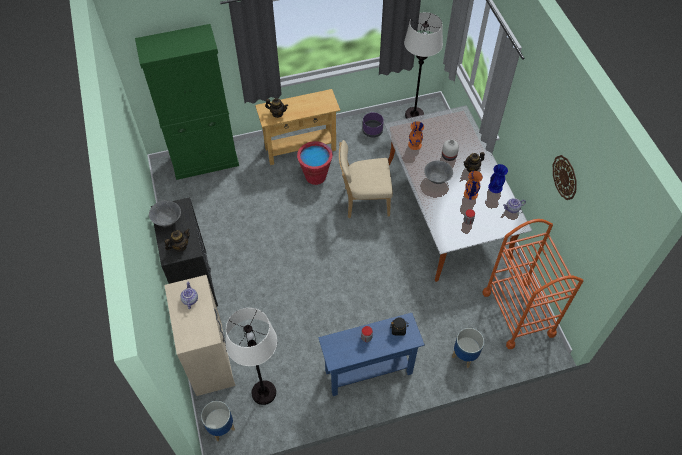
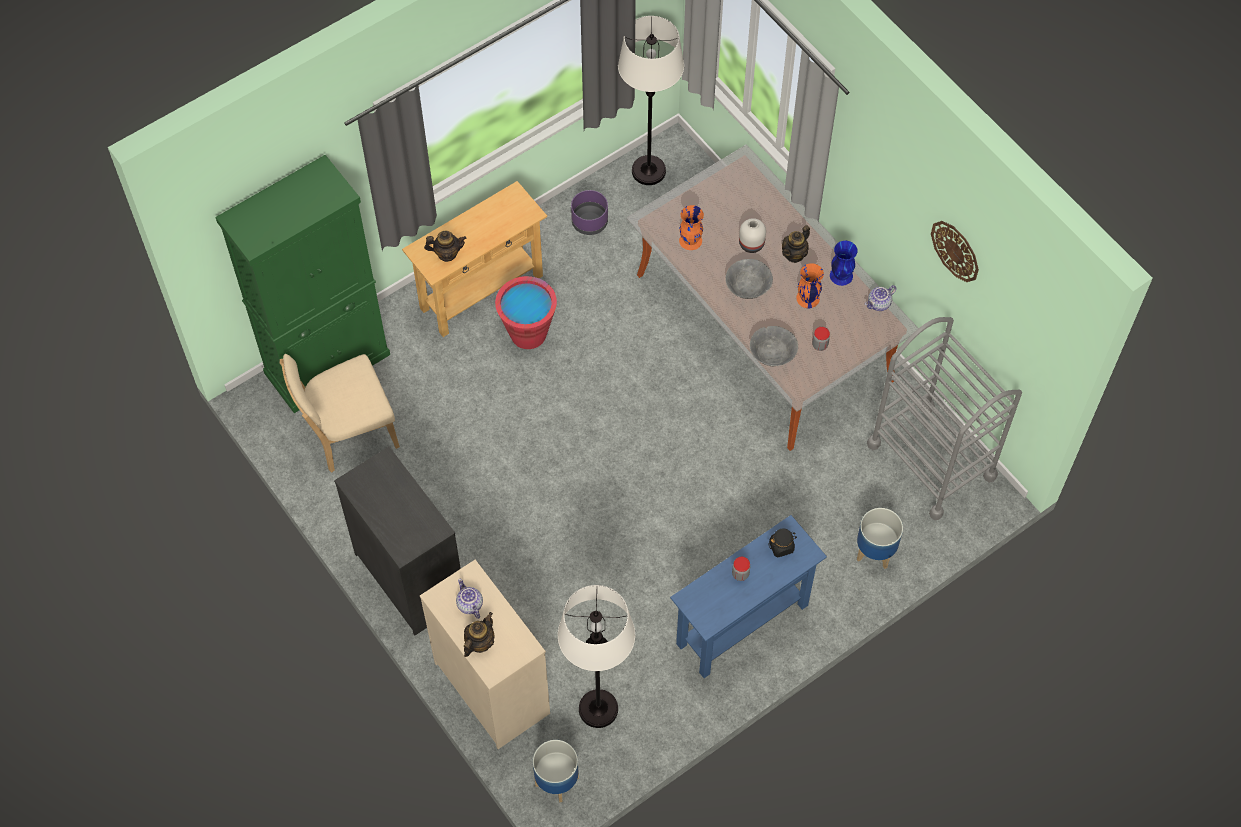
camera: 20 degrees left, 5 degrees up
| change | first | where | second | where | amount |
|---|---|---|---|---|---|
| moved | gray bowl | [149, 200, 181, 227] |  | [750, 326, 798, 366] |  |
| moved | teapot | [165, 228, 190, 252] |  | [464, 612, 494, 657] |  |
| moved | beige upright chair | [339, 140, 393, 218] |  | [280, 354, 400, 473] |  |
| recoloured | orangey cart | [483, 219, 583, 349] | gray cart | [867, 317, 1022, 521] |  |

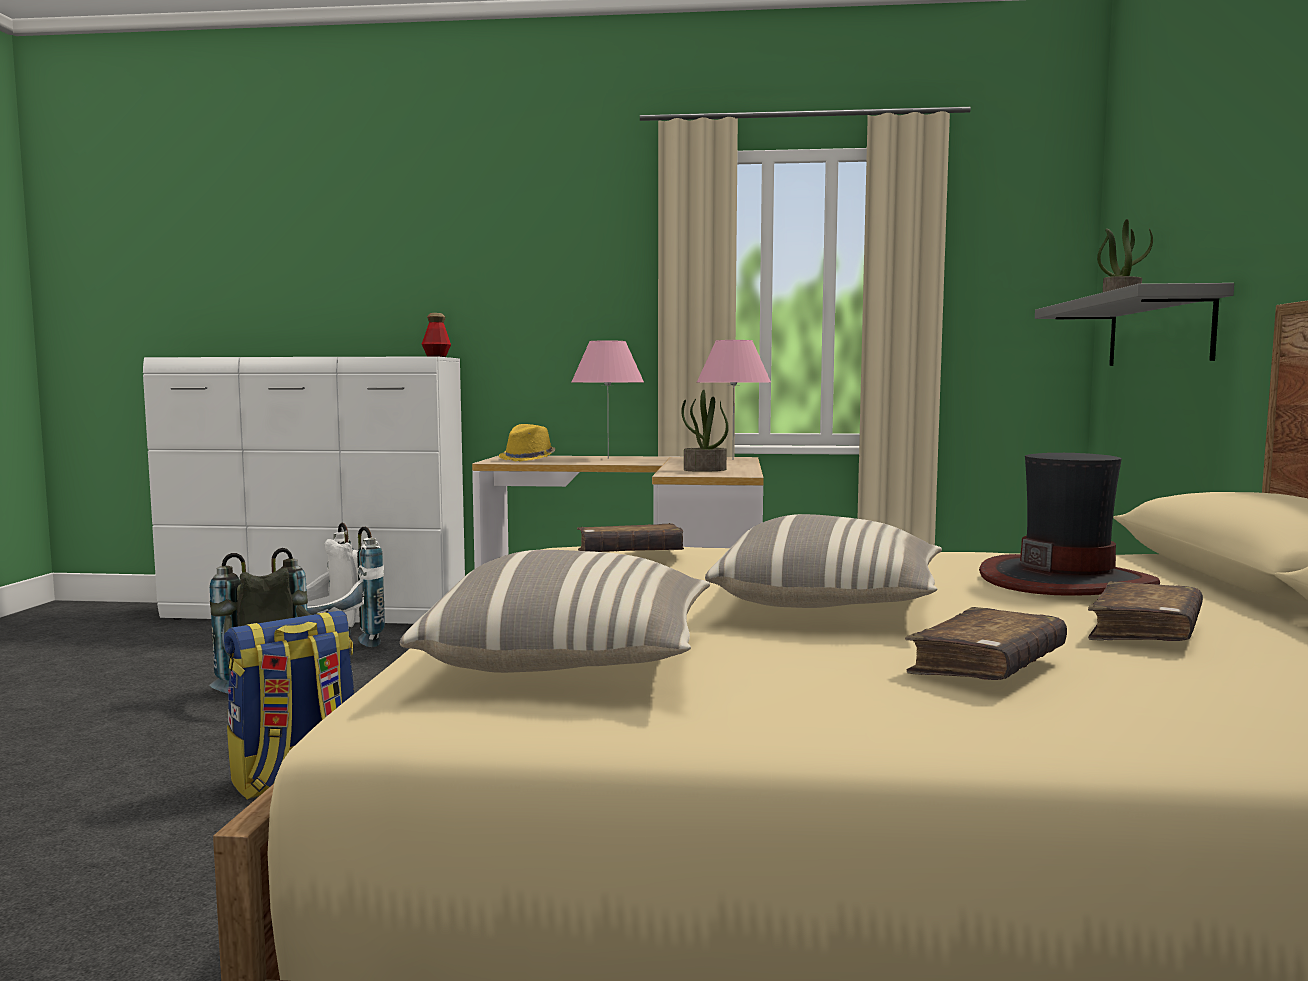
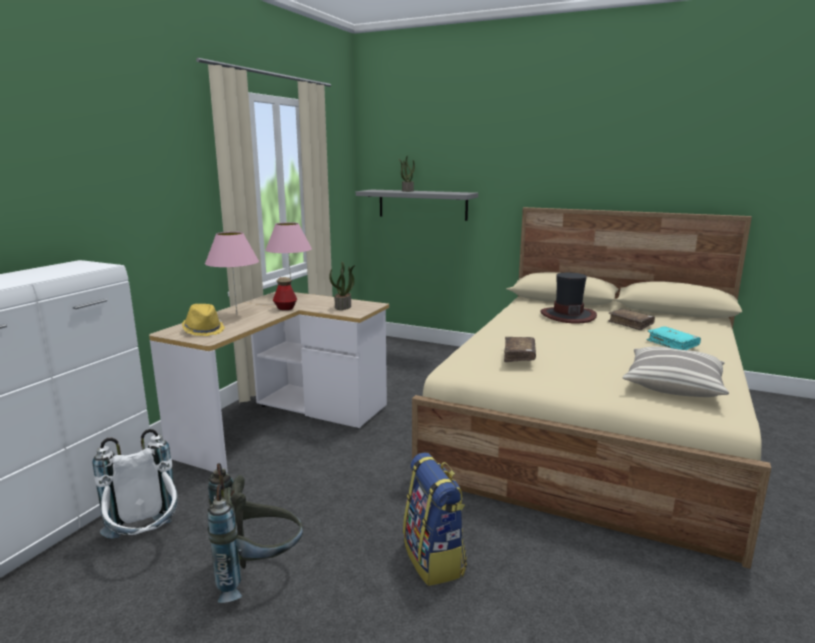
camera: 70 degrees left, 10 degrees up
| change | first | where | second | where | amount |
|---|---|---|---|---|---|
| moved | drink bottle | [422, 313, 451, 357] |  | [273, 277, 297, 310] |  |
| removed | pillow | [705, 514, 942, 608] |  |  |  |
| recoloured | brownish book | [905, 607, 1067, 680] | turquoise-coloured book | [646, 326, 701, 350] |  |

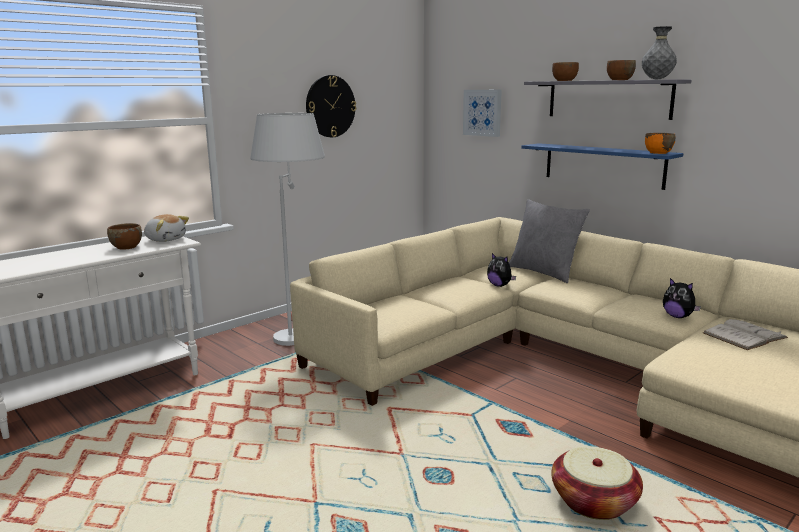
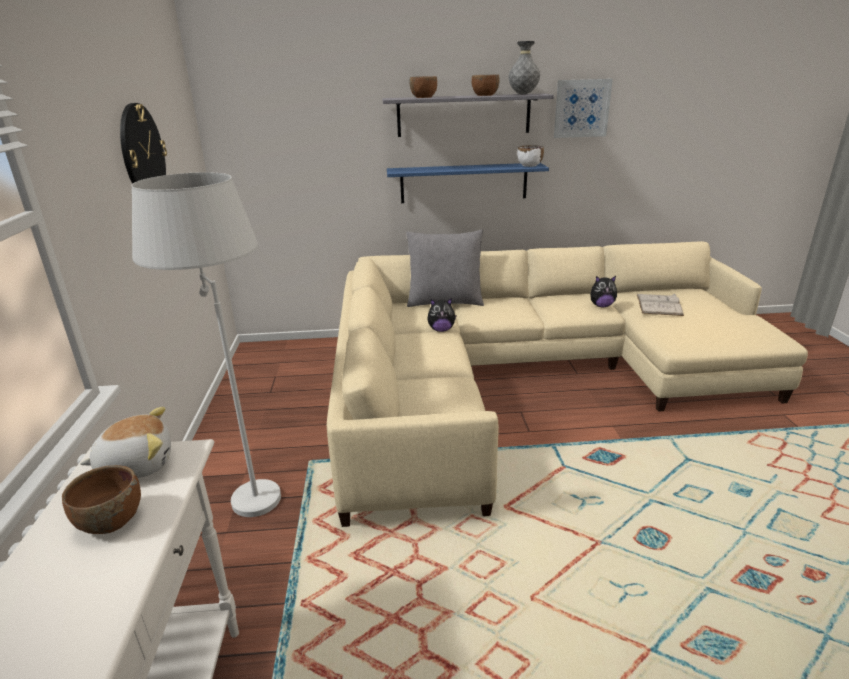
camera: 50 degrees left, 10 degrees up
| change | first | where | second | where | amount |
|---|---|---|---|---|---|
| moved | wall art | [463, 90, 502, 137] |  | [554, 79, 613, 138] |  |
| removed | household basket | [551, 446, 643, 520] |  |  |  |
| recoloured | orangey bowl | [645, 133, 675, 154] | whitish bowl | [517, 145, 544, 167] |  |

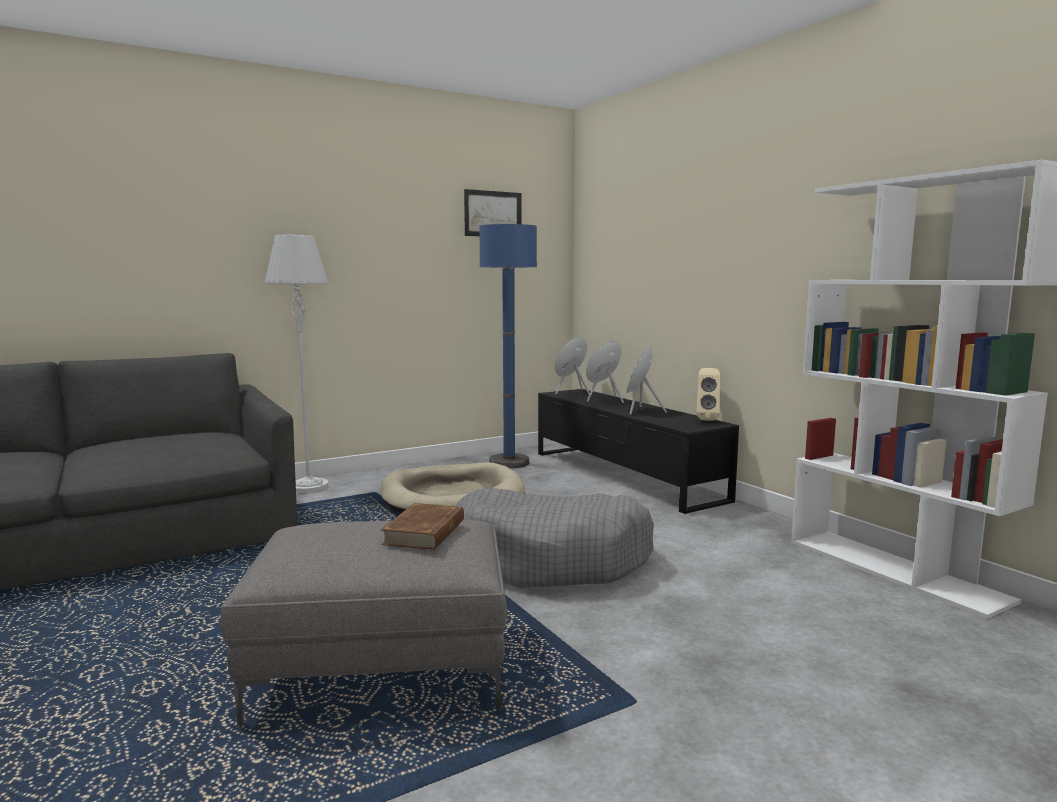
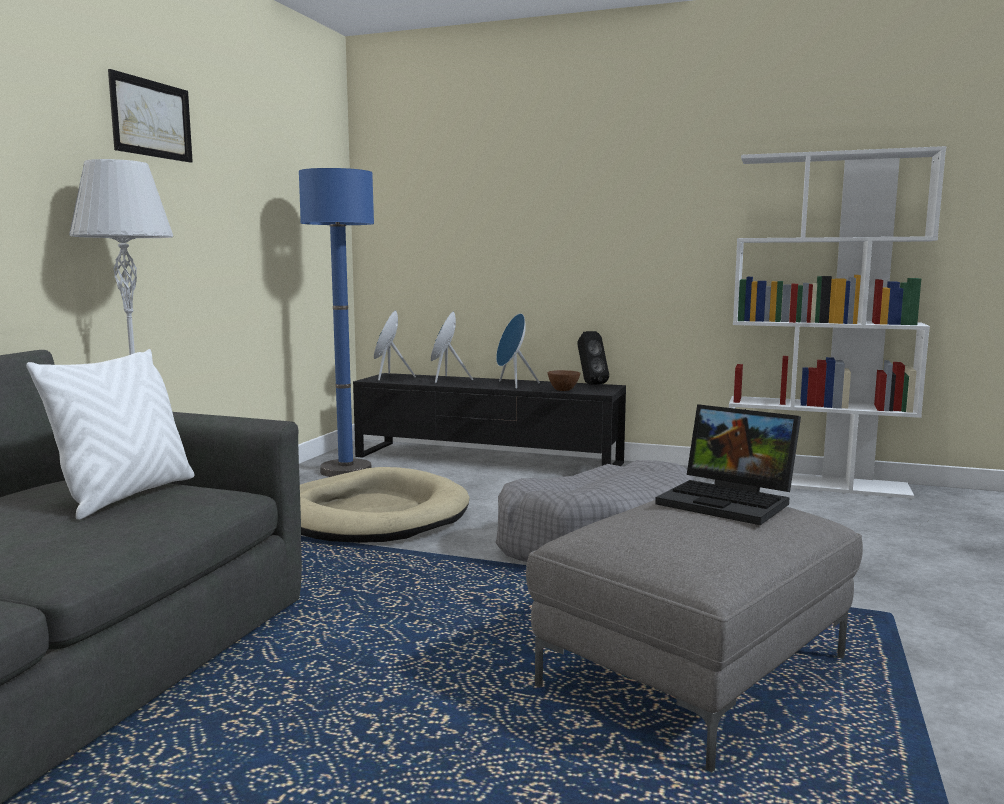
camera: 40 degrees left, 0 degrees up
| change | first | where | second | where | amount |
|---|---|---|---|---|---|
| replaced | brownish book | [381, 503, 464, 550] | portable computer | [655, 404, 801, 525] |  |
| moved | wall art | [464, 189, 522, 236] |  | [108, 69, 193, 163] |  |
| recoloured | beige speaker | [697, 368, 720, 421] | black-coloured speaker | [577, 331, 609, 385] |  |
| added |  |  | whitish pillow | [26, 349, 194, 520] |  |
| added |  |  | brownish bowl | [548, 370, 580, 391] |  |

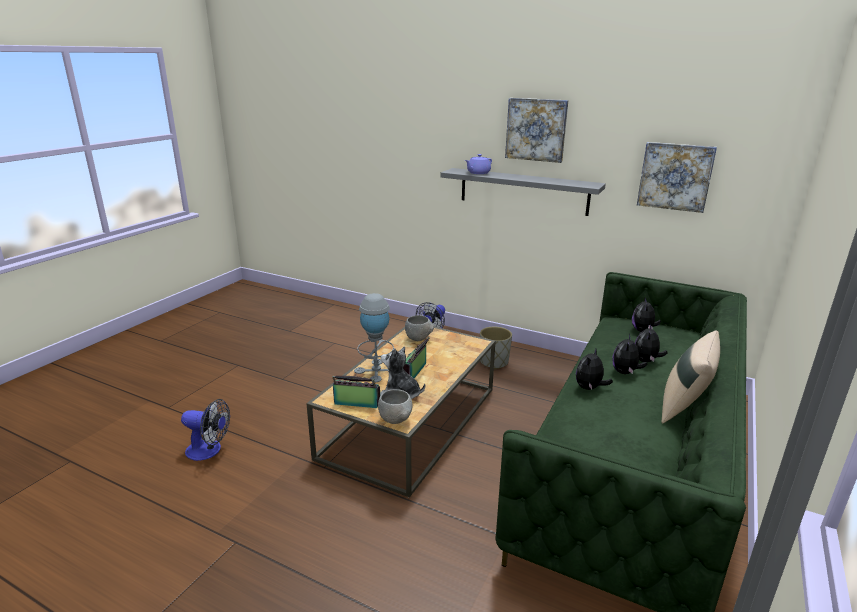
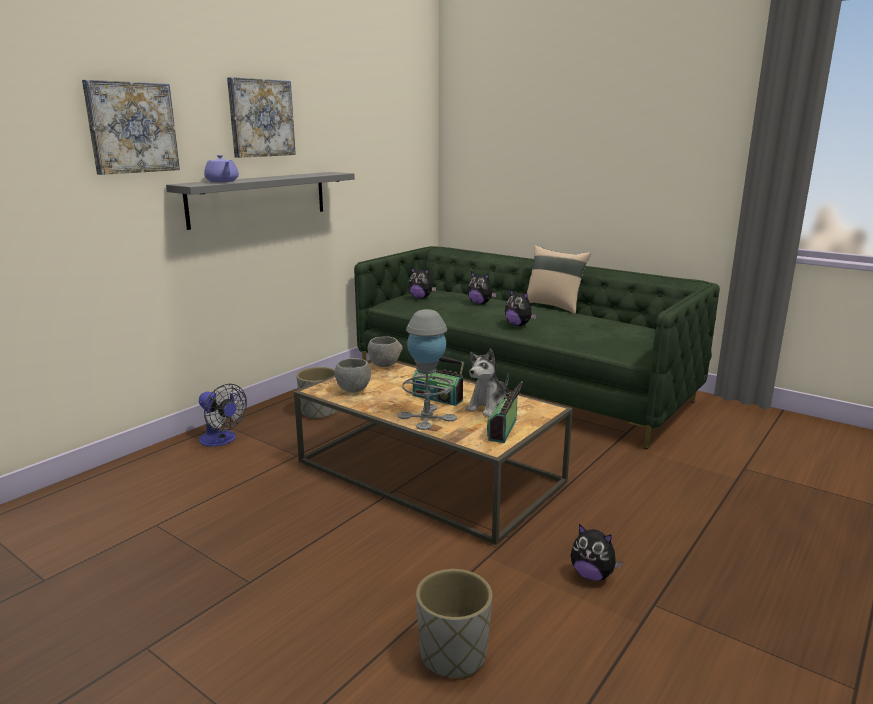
camera: 80 degrees left, 5 degrees down
| change | first | where | second | where | amount |
|---|---|---|---|---|---|
| replaced | fan | [181, 399, 230, 461] | gray flower pot | [416, 569, 492, 679] |  |
| moved | gray bowl | [378, 389, 413, 424] |  | [368, 336, 403, 367] |  |
| moved | soft toy | [612, 334, 647, 374] |  | [571, 524, 623, 581] |  |
| moved | wall art | [637, 142, 717, 213] |  | [82, 80, 180, 175] |  |

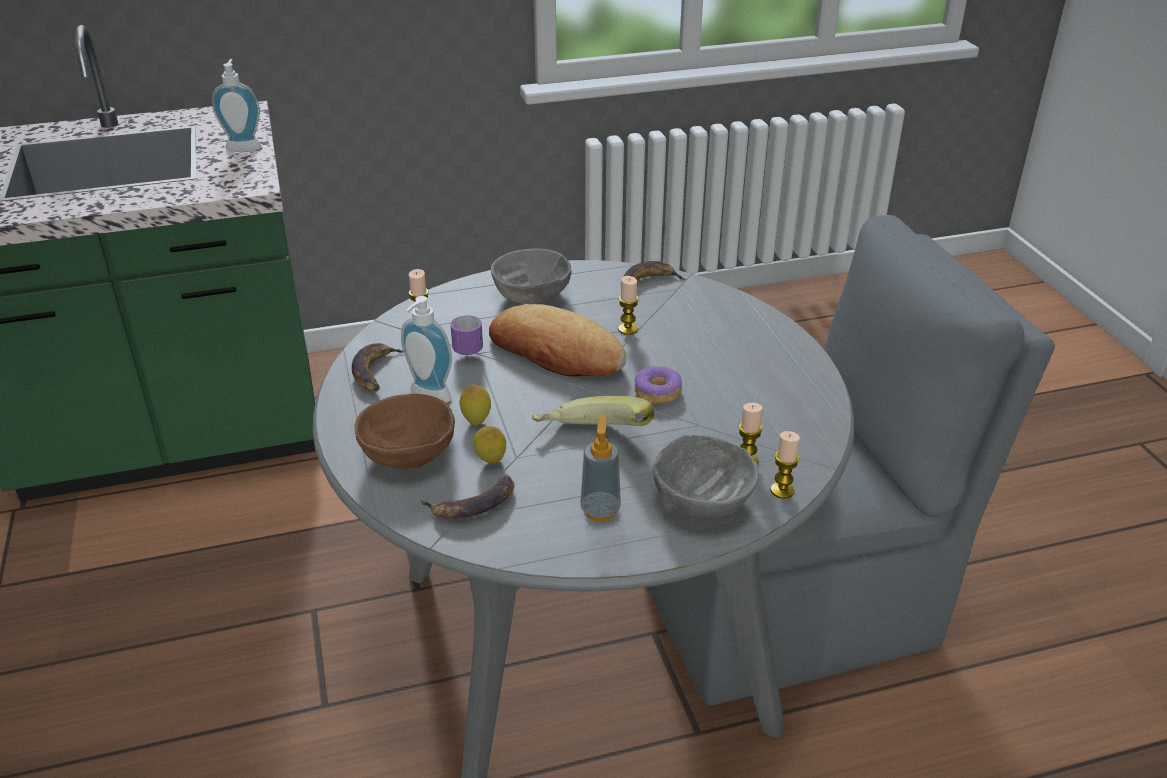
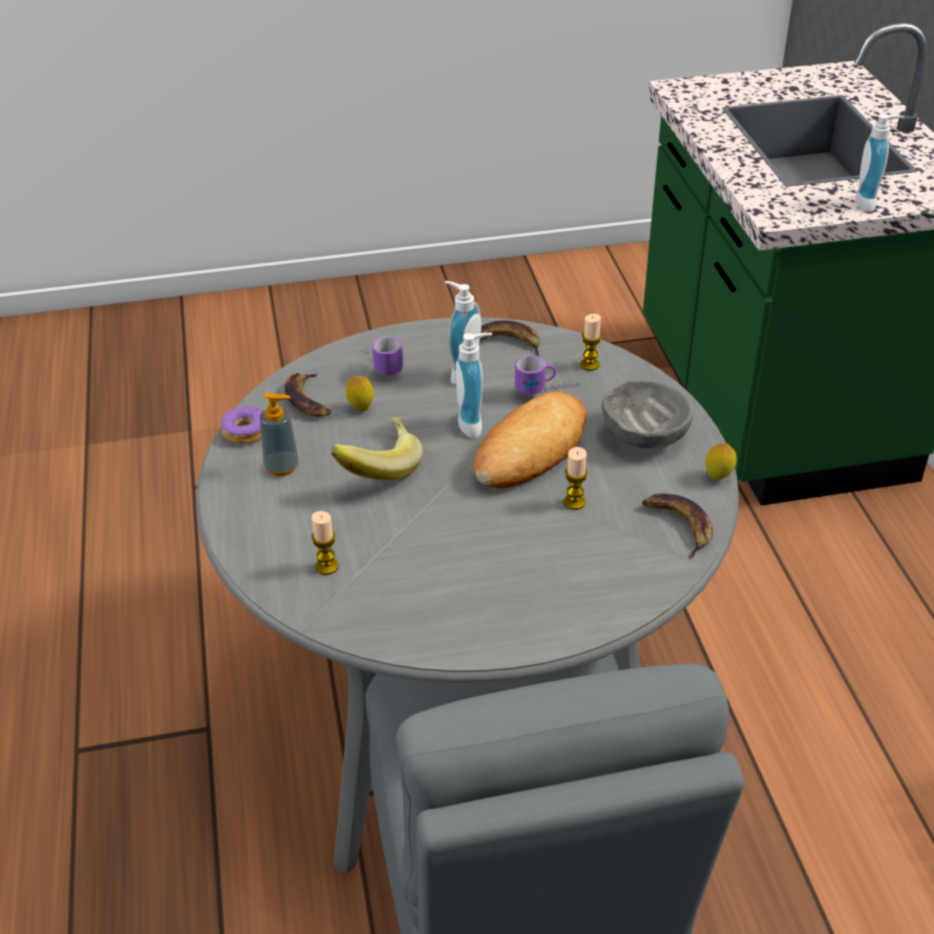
camera: 95 degrees right, 5 degrees up
| change | first | where | second | where | amount |
|---|---|---|---|---|---|
| replaced | brownish bowl | [354, 394, 455, 469] | mug | [366, 337, 403, 375] |  |
| moved | lemon | [460, 384, 491, 425] |  | [705, 443, 737, 480] |  |
| moved | ring doughnut | [634, 366, 682, 404] |  | [221, 405, 263, 444] |  |
| removed | gray bowl | [653, 435, 759, 519] |  |  |  |
| removed | wax light | [770, 431, 800, 499] |  |  |  |
| added |  |  | soap dispenser | [456, 333, 492, 438] |  |

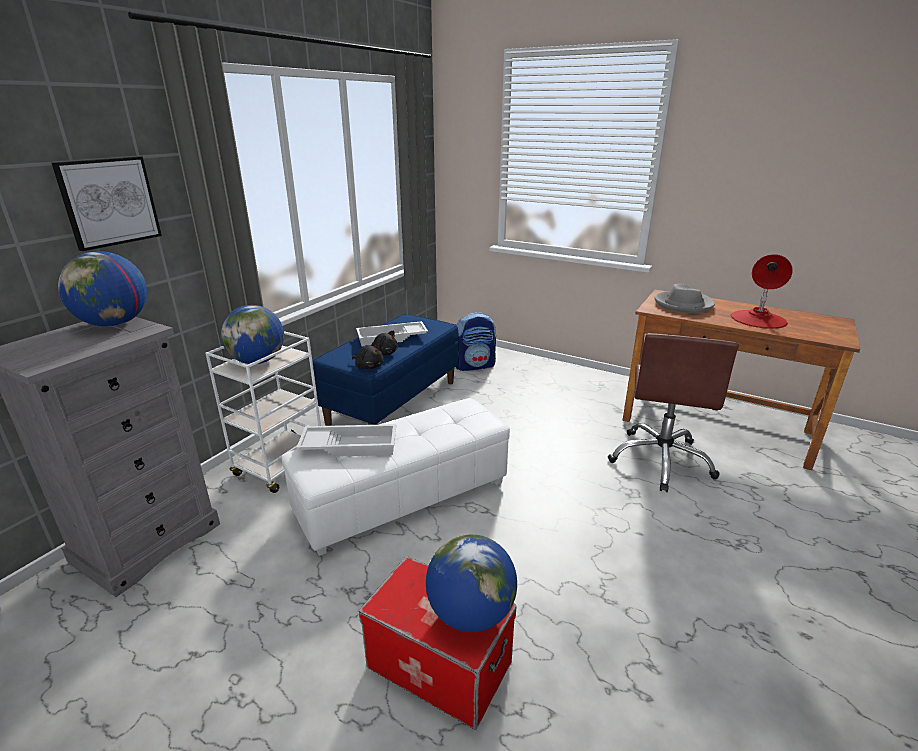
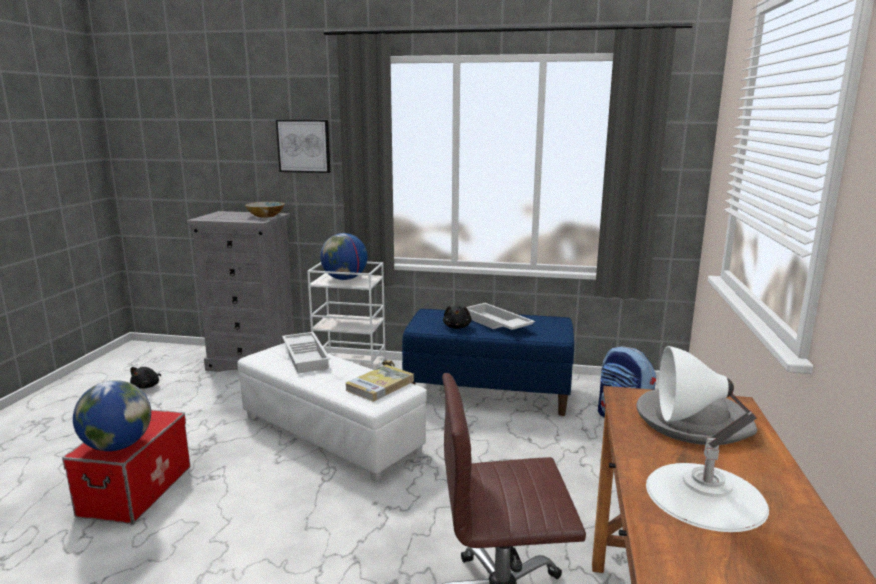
camera: 70 degrees right, 10 degrees down
| change | first | where | second | where | amount |
|---|---|---|---|---|---|
| replaced | world globe | [58, 251, 147, 327] | bowl | [245, 202, 284, 218] |  |
| moved | black-coloured soft toy | [352, 344, 383, 369] |  | [130, 367, 161, 389] |  |
| recoloured | red tabletop lamp | [730, 254, 793, 329] | whitish tabletop lamp | [646, 346, 769, 532] |  |
| added |  |  | book | [345, 365, 414, 402] |  |

